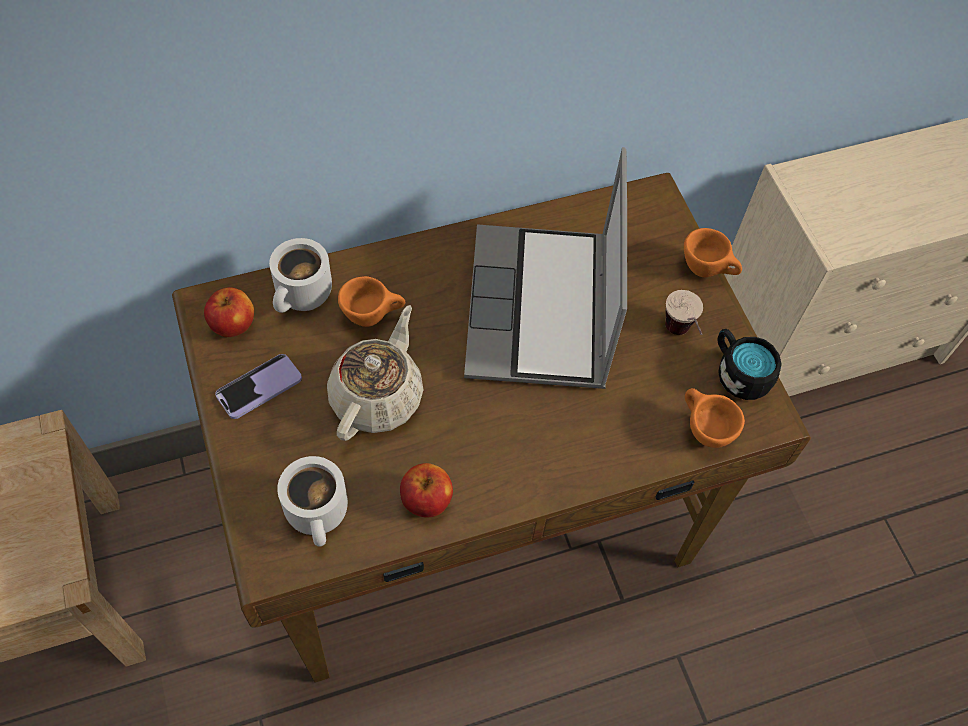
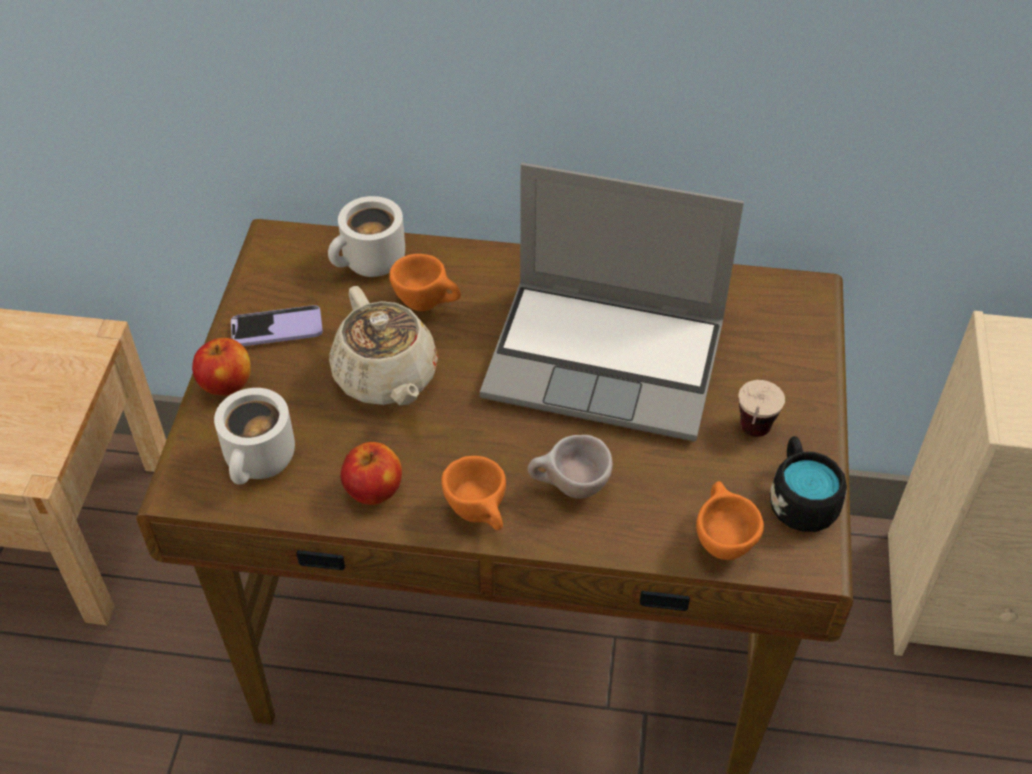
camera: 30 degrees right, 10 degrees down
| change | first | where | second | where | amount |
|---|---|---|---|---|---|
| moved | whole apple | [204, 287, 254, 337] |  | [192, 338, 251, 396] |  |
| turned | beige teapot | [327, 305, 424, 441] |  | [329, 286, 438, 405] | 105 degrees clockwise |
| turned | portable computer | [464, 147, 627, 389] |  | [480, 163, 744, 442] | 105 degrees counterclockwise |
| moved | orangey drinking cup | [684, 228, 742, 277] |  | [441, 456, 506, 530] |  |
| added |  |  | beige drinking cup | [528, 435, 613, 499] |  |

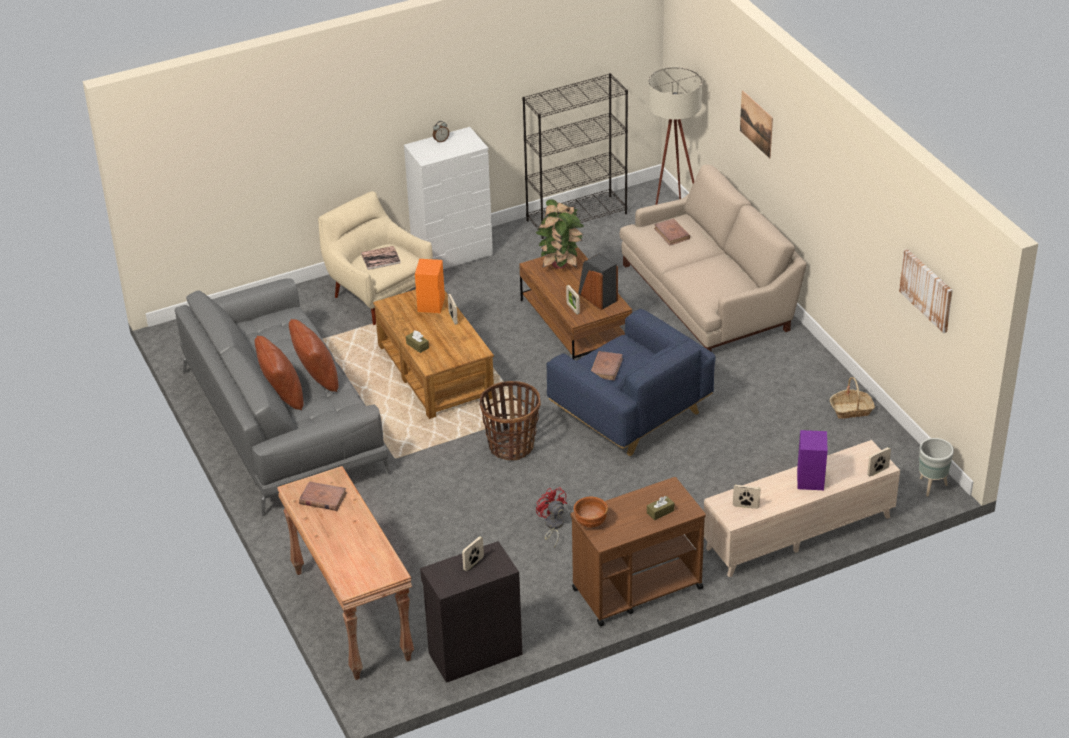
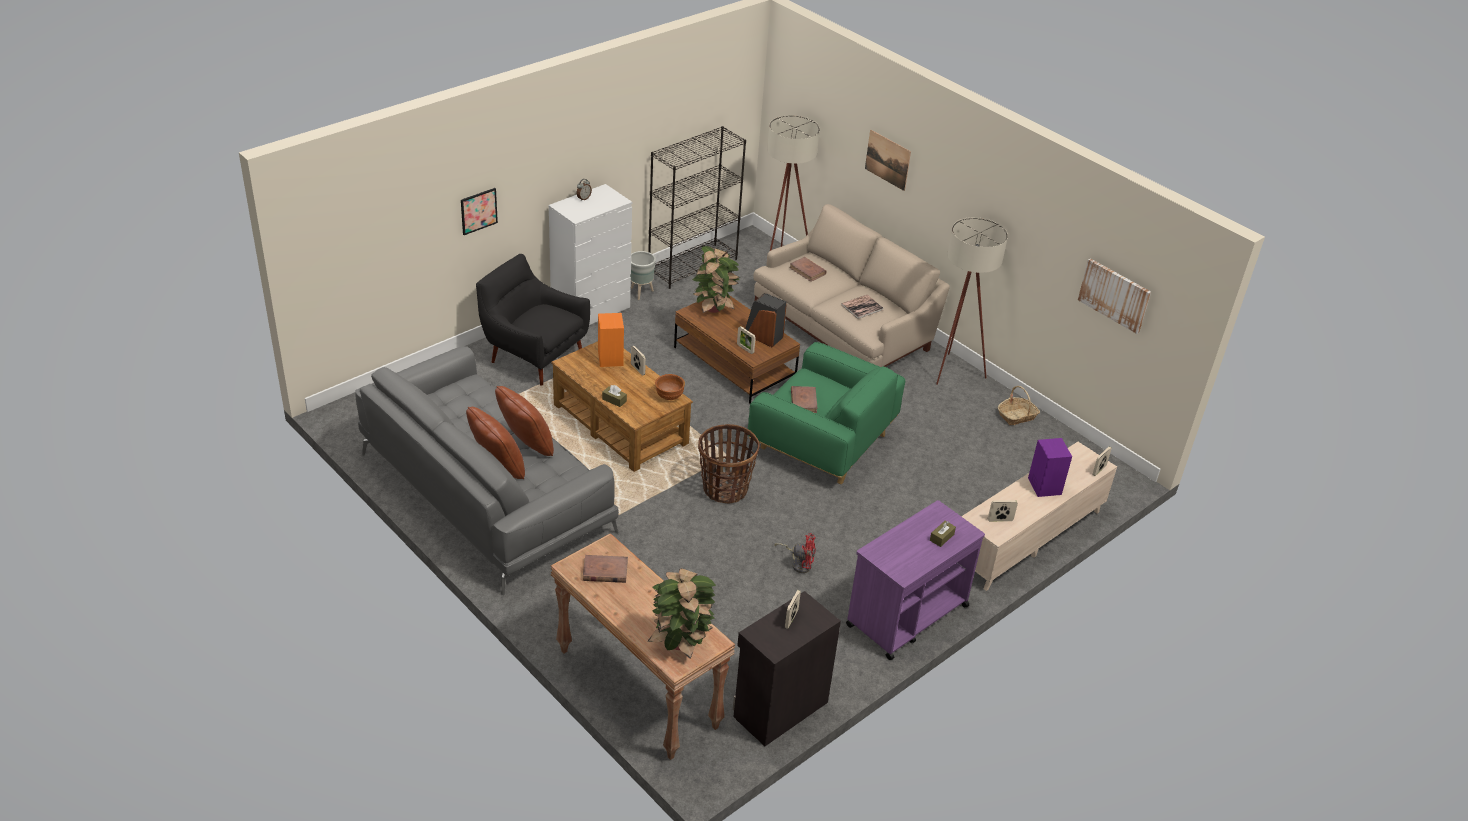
camera: 20 degrees left, 0 degrees up
| change | first | where | second | where | amount |
|---|---|---|---|---|---|
| recoloured | beige armchair | [318, 191, 433, 325] | black-coloured armchair | [476, 254, 590, 386] |  |
| moved | book | [361, 246, 401, 270] |  | [841, 295, 883, 319] |  |
| turned | red fan | [536, 487, 567, 547] |  | [775, 533, 816, 573] | 150 degrees clockwise |
| recoloured | blue armchair | [546, 309, 716, 456] | greenish armchair | [748, 342, 905, 484] |  |
| recoloured | brownish cart | [570, 477, 706, 626] | purple-coloured cart | [846, 500, 985, 660] |  |
| moved | brownish bowl | [574, 497, 608, 528] |  | [655, 374, 685, 400] |  |
| moved | gray flower pot | [919, 438, 954, 497] |  | [630, 251, 656, 300] |  |
| added |  |  | wall art | [461, 188, 498, 235] |  |
| added |  |  | plant in a pot | [647, 568, 716, 659] |  |
| added |  |  | beige standing lamp | [936, 217, 1008, 385] |  |

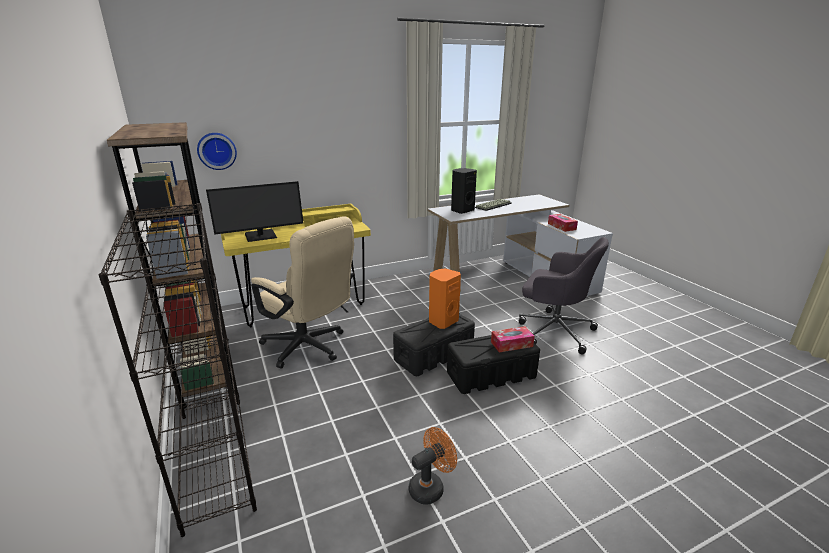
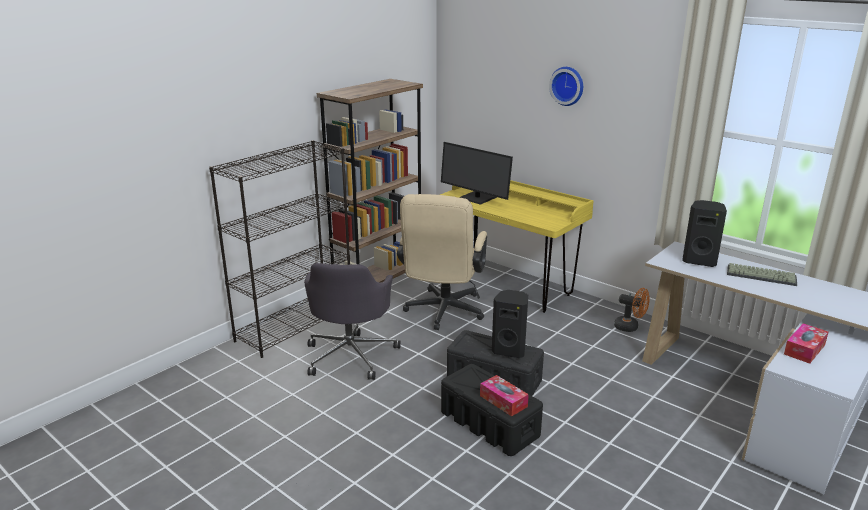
camera: 65 degrees right, 0 degrees up
| change | first | where | second | where | amount |
|---|---|---|---|---|---|
| moved | hanging clock | [197, 133, 237, 170] |  | [549, 67, 583, 106] |  |
| moved | orangey fan | [409, 427, 457, 504] |  | [614, 288, 650, 332] |  |
| recoloured | orangey speaker | [429, 268, 461, 329] | black-coloured speaker | [492, 290, 528, 358] |  |
| moved | gray computer chair | [519, 237, 609, 354] |  | [304, 263, 401, 380] |  |

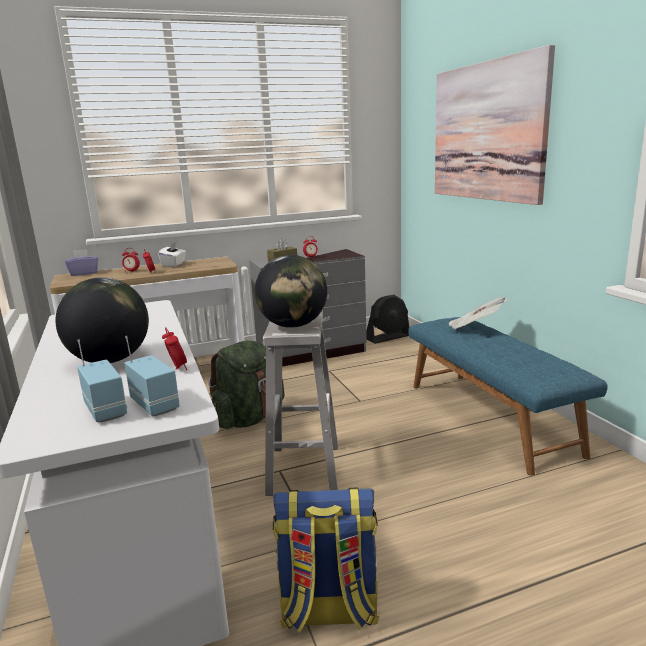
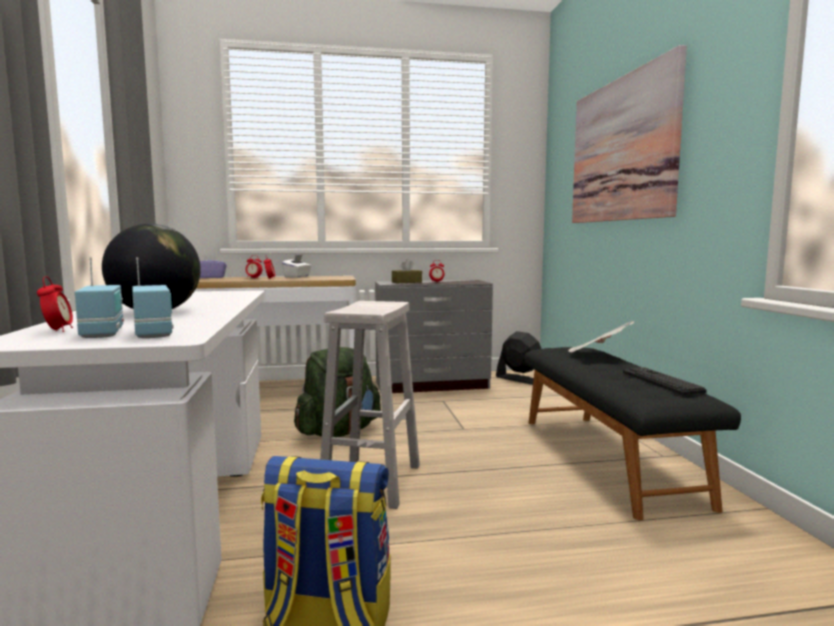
camera: 10 degrees right, 10 degrees down
| change | first | where | second | where | amount |
|---|---|---|---|---|---|
| moved | bedside clock | [162, 327, 187, 370] |  | [37, 276, 73, 332] |  |
| removed | world globe | [255, 255, 327, 328] |  |  |  |
| turned | black-coloured fan | [366, 295, 410, 344] |  | [496, 331, 541, 385] | 120 degrees counterclockwise |
| recoloured | blue indoor bench | [408, 317, 608, 476] | black-coloured indoor bench | [525, 347, 741, 520] |  |
| added |  |  | computer keyboard | [623, 367, 707, 395] |  |

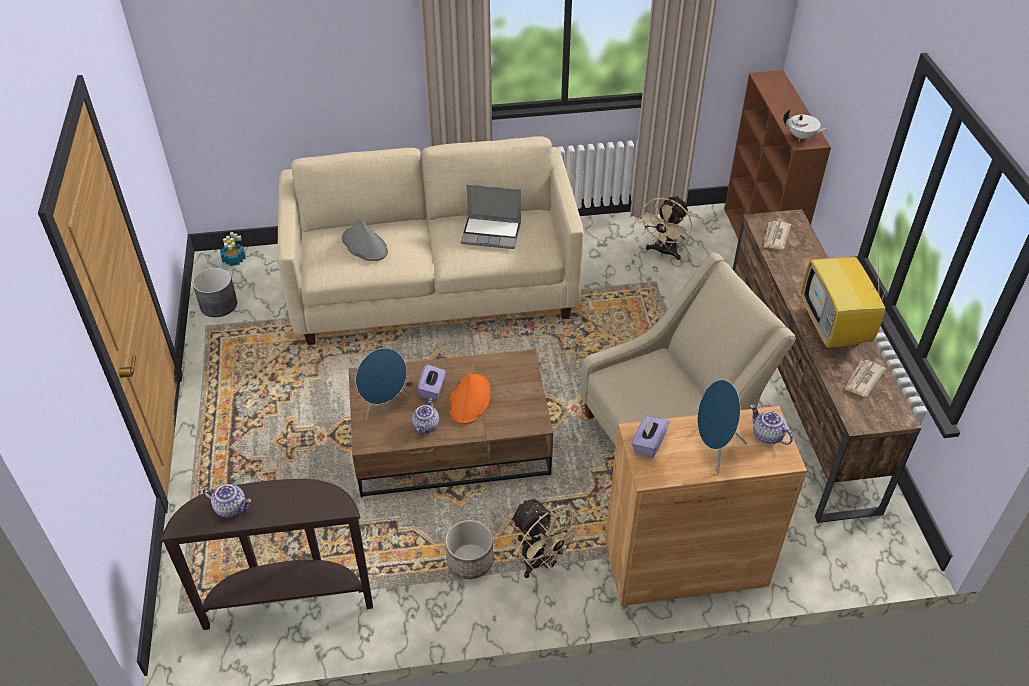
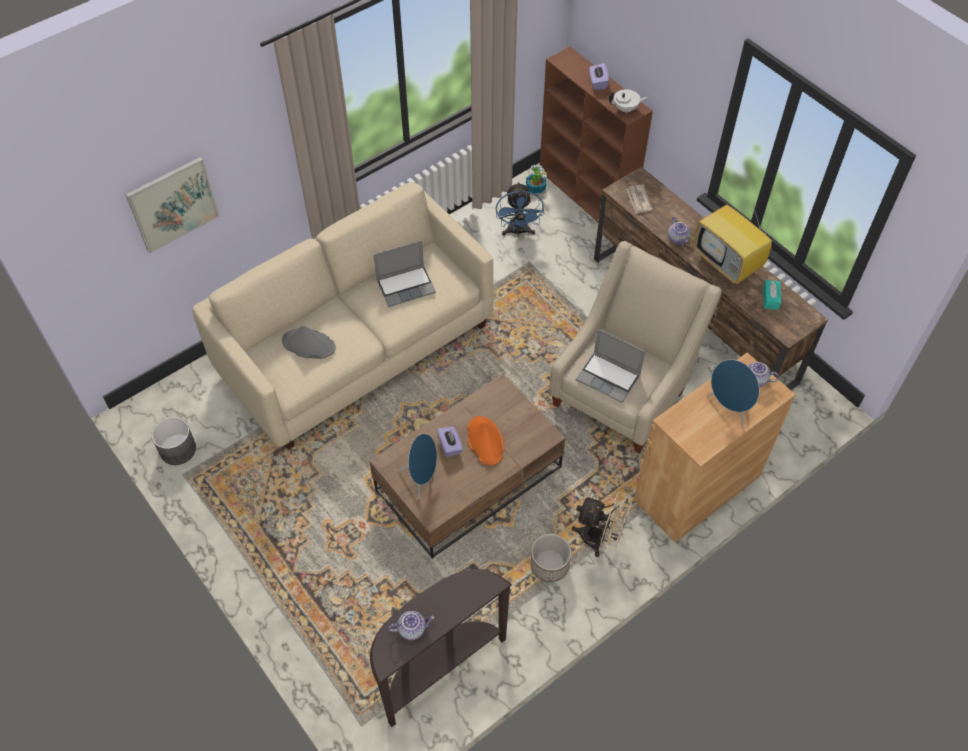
camera: 30 degrees left, 10 degrees up
| change | first | where | second | where | amount |
|---|---|---|---|---|---|
| moved | plant in a pot | [220, 232, 246, 266] |  | [526, 165, 547, 194] |  |
| moved | teapot | [412, 398, 440, 435] |  | [668, 217, 690, 246] |  |
| moved | purple-coloured tissue box | [632, 416, 669, 458] |  | [589, 63, 609, 90] |  |
| recoloured | beige fan | [638, 195, 692, 260] | blue fan | [496, 182, 544, 237] |  |
| replaced | printed paper | [844, 360, 886, 397] | turquoise-coloured tissue box | [763, 280, 781, 310] |  |
| added |  |  | wall art | [125, 157, 220, 254] |  |
| added |  |  | portable computer | [576, 329, 645, 403] |  |

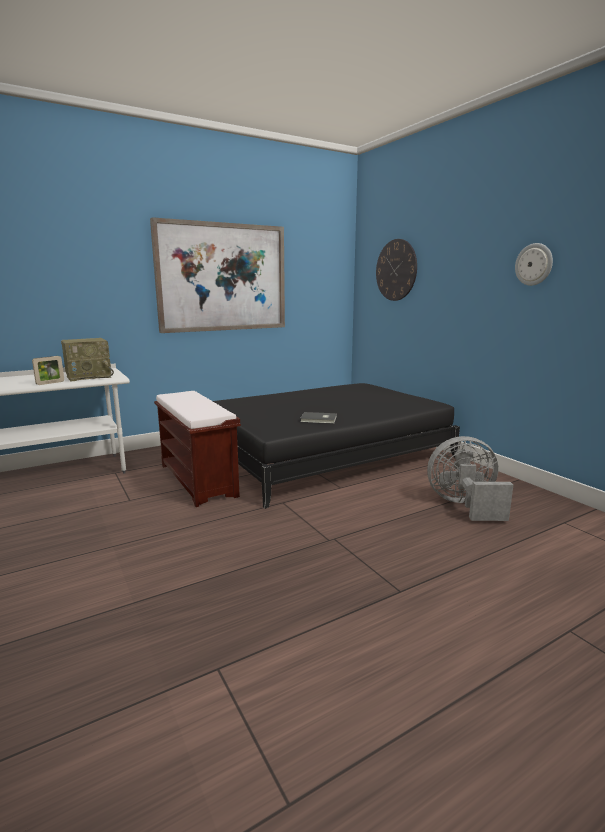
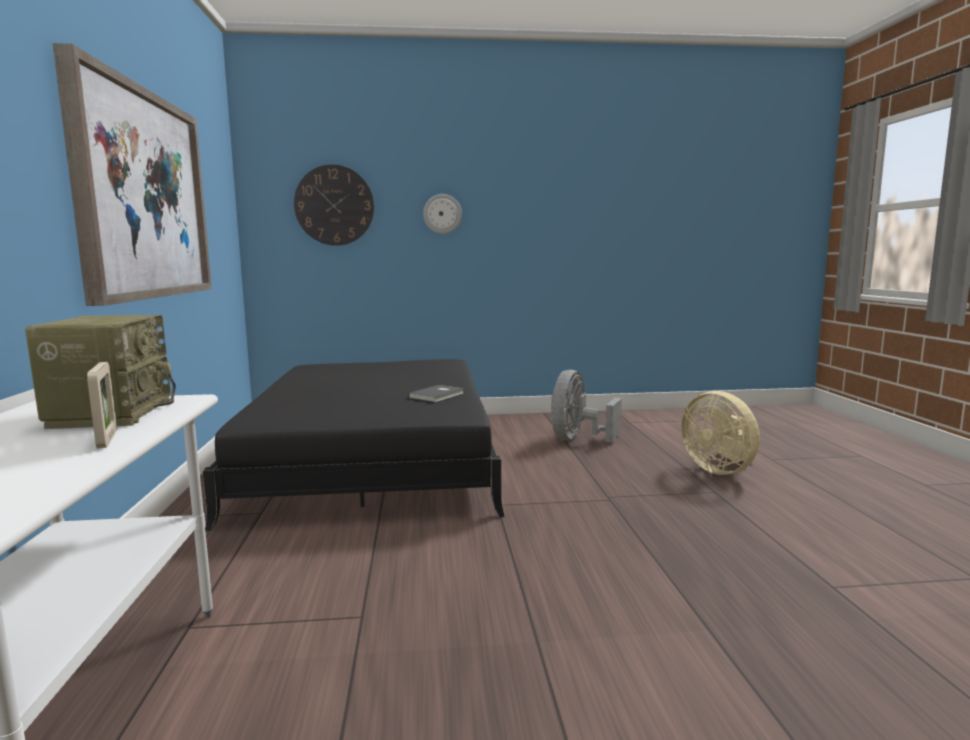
camera: 65 degrees left, 5 degrees down
| change | first | where | second | where | amount |
|---|---|---|---|---|---|
| removed | brownish indoor bench | [154, 391, 241, 507] |  |  |  |
| moved | hanging clock | [515, 243, 553, 286] |  | [423, 194, 462, 234] |  |
| added |  |  | beige fan | [681, 391, 760, 475] |  |

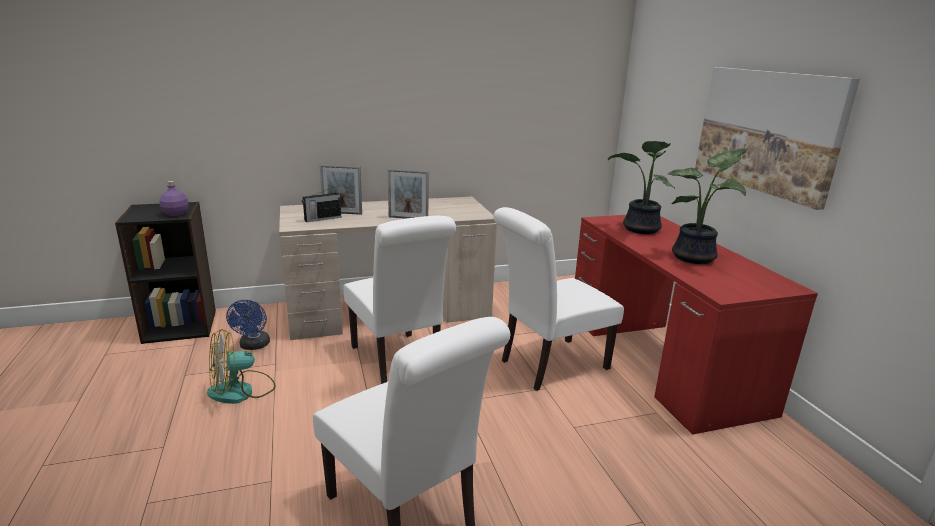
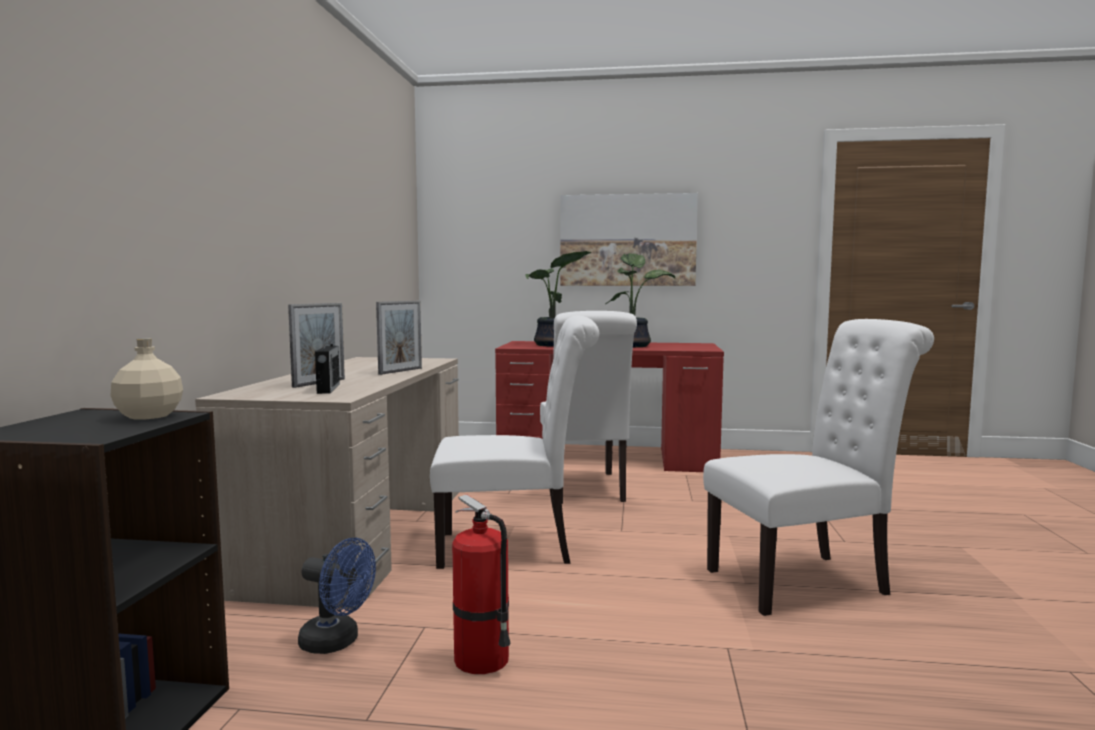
camera: 65 degrees left, 15 degrees down
| change | first | where | second | where | amount |
|---|---|---|---|---|---|
| recoloured | purple-coloured drink bottle | [160, 181, 189, 216] | beige drink bottle | [110, 338, 183, 419] |  |
| replaced | fan | [207, 329, 276, 404] | fire-fighting cylinder | [452, 494, 511, 674] |  |

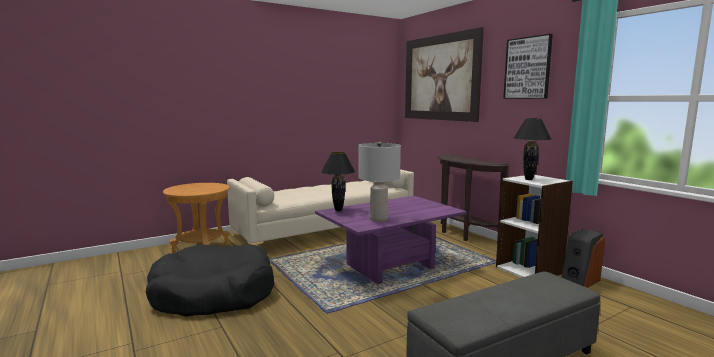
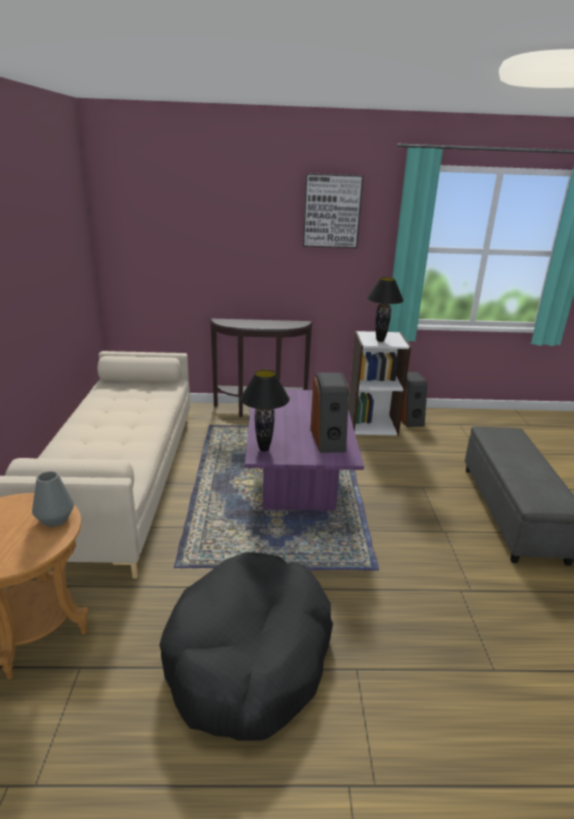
camera: 60 degrees left, 15 degrees up
| change | first | where | second | where | amount |
|---|---|---|---|---|---|
| replaced | gray tabletop lamp | [358, 142, 401, 222] | speaker | [310, 372, 349, 453] |  |
| removed | wall art | [405, 27, 484, 122] |  |  |  |
| added |  |  | gray flower vase | [32, 471, 74, 527] |  |

